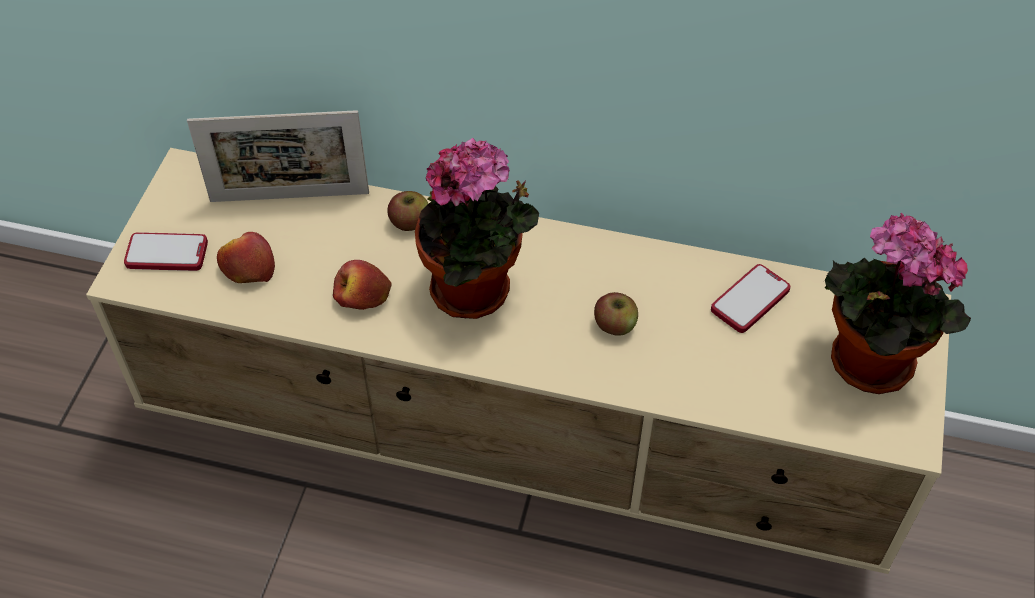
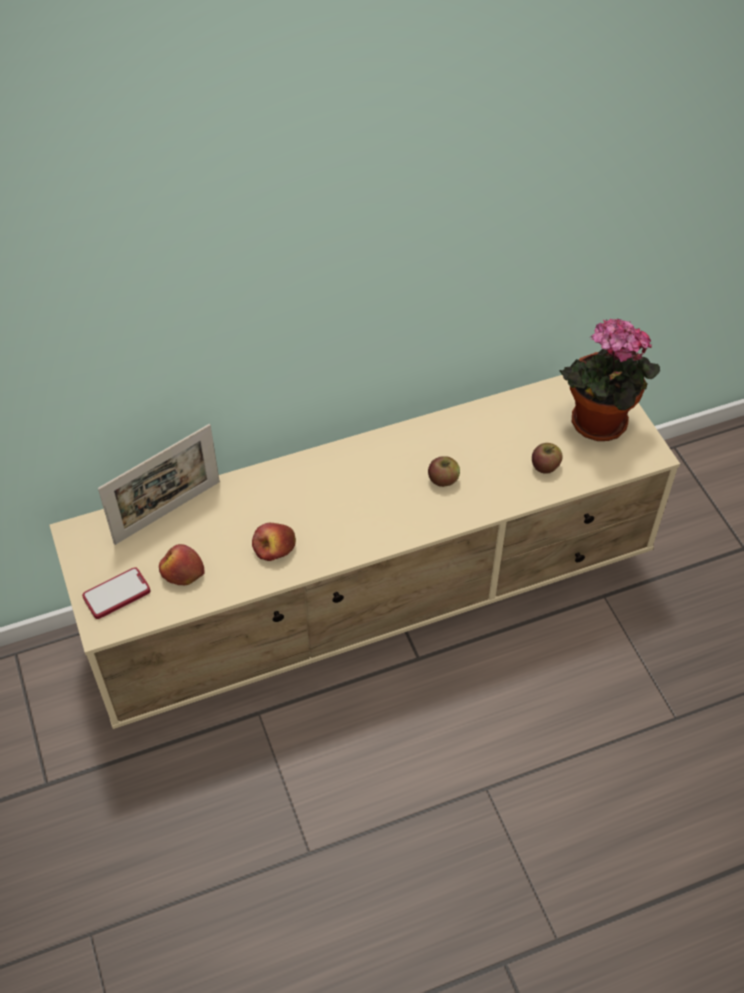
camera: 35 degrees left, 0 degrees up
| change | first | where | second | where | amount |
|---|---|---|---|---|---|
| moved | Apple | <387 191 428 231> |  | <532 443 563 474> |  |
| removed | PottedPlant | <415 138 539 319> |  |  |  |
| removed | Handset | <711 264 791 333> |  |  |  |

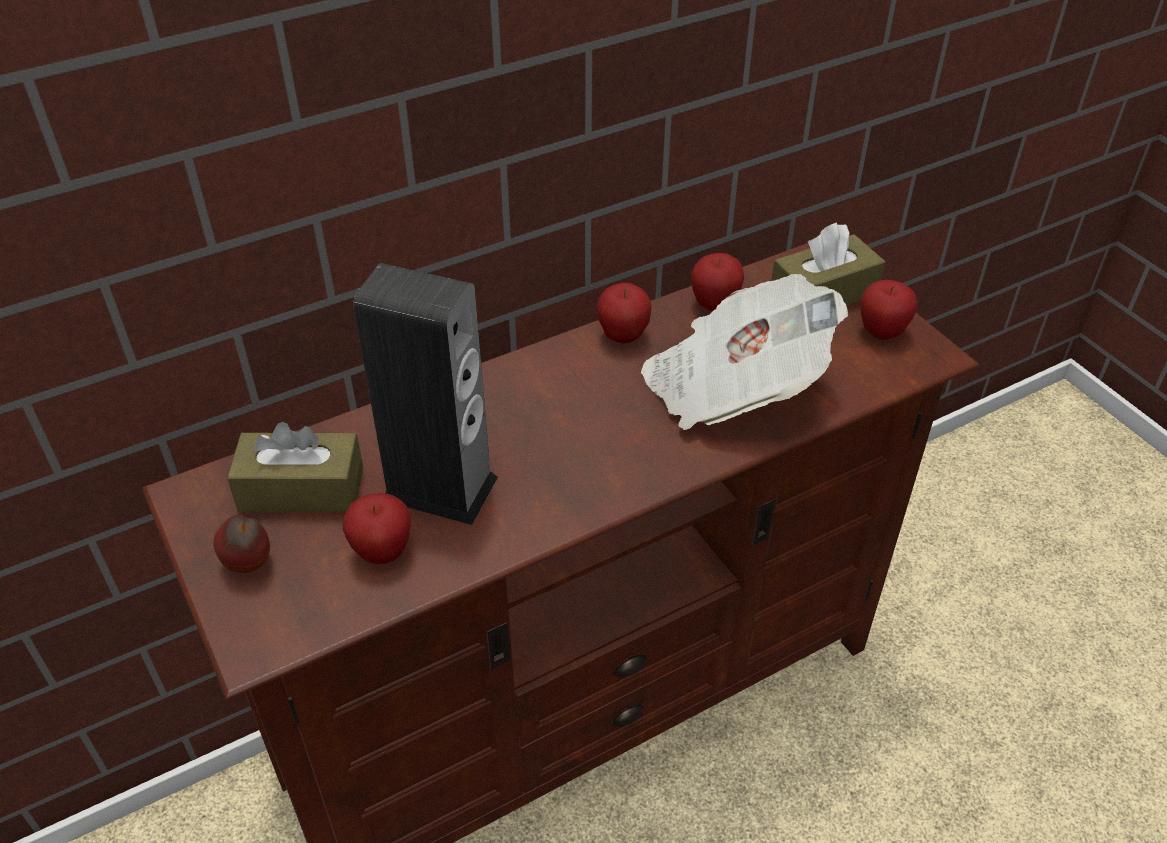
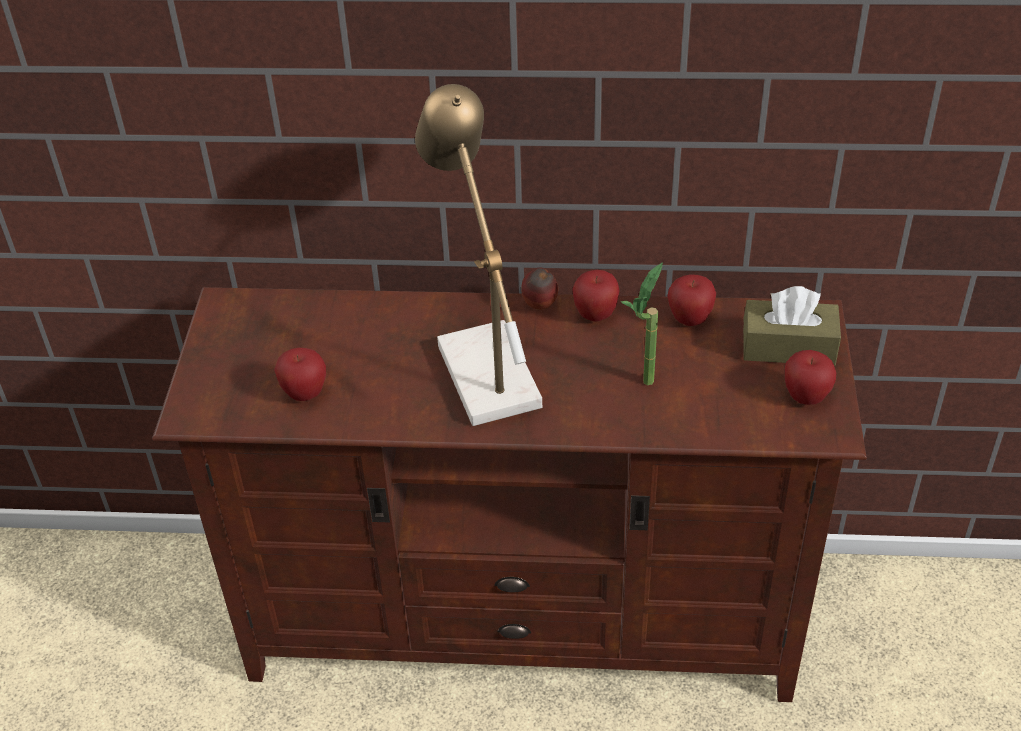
camera: 35 degrees right, 0 degrees up
| change | first | where | second | where | amount |
|---|---|---|---|---|---|
| moved | Apple | <213 515 270 573> |  | <521 267 558 309> |  |
| removed | BrownishTissueHolder | <227 422 363 512> |  |  |  |
| removed | Speaker | <353 263 498 525> |  |  |  |
| replaced | Newspaper | <641 274 848 430> | PottedPlant | <620 262 663 385> |  |
| added |  |  | LampForATable | <415 84 542 426> |  |

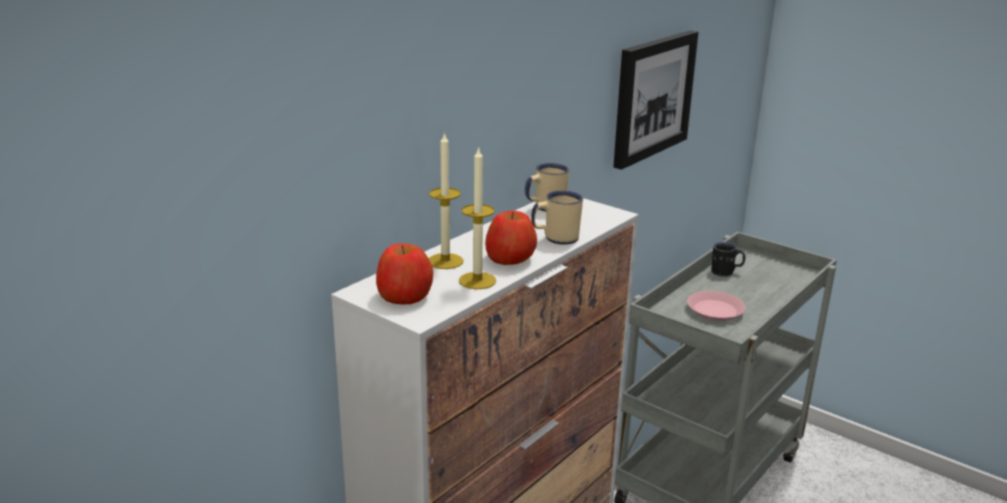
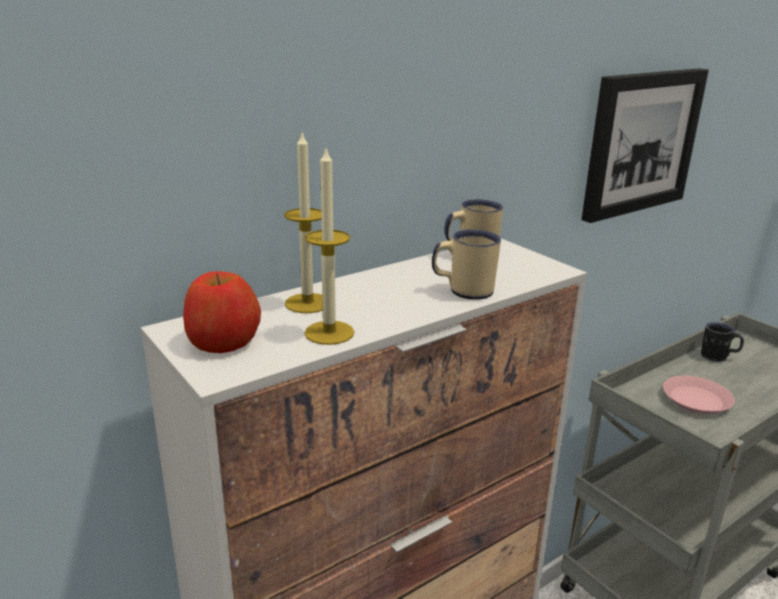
camera: 15 degrees right, 0 degrees up
| change | first | where | second | where | amount |
|---|---|---|---|---|---|
| removed | Apple | <485 211 537 265> |  |  |  |

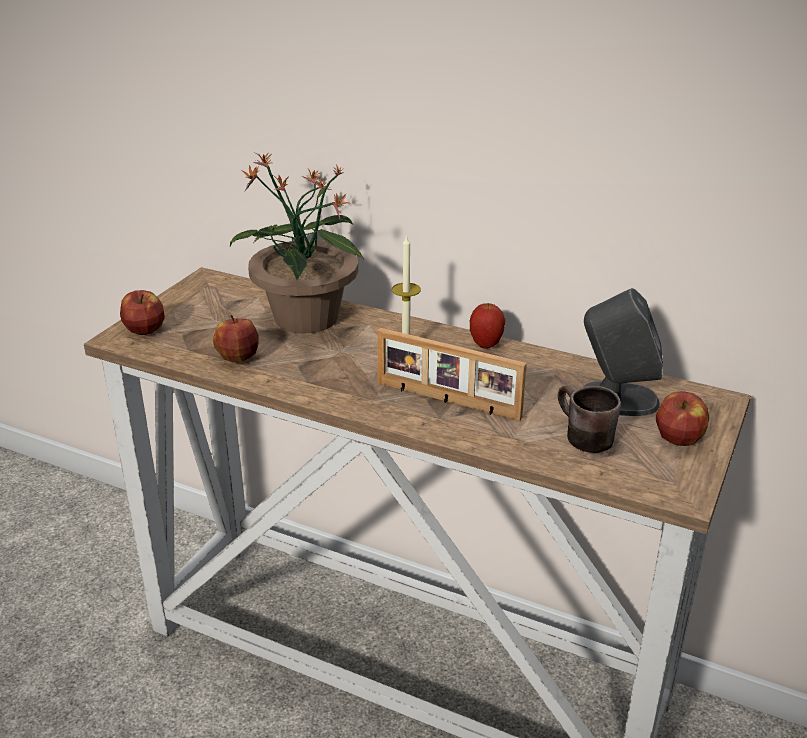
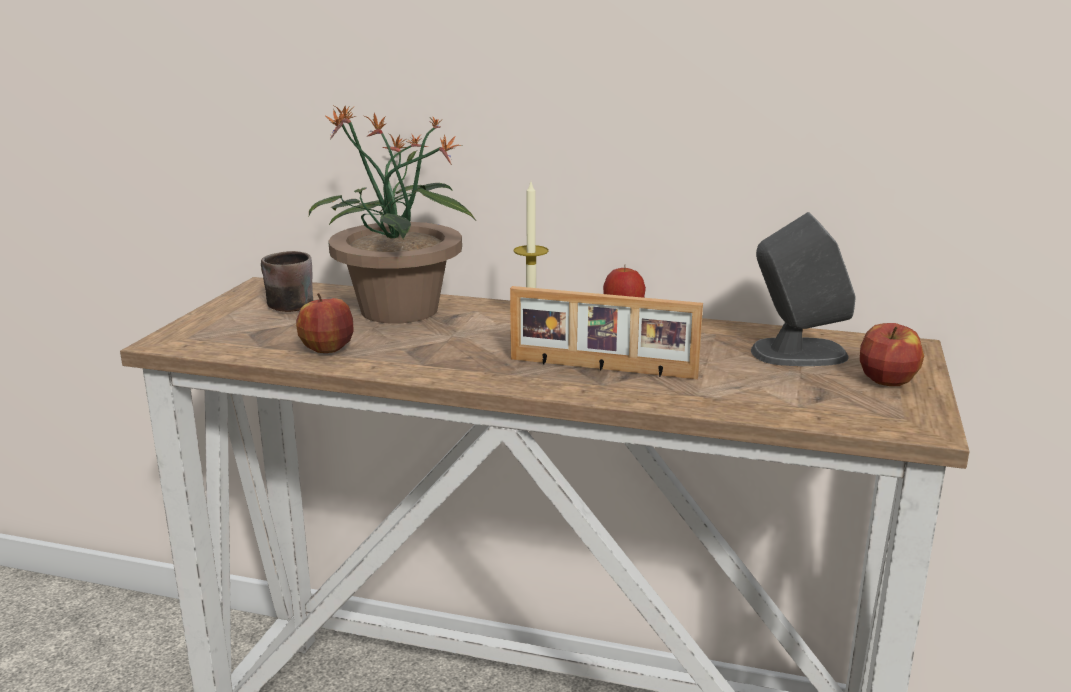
camera: 10 degrees left, 10 degrees down
| change | first | where | second | where | amount |
|---|---|---|---|---|---|
| removed | Apple | <120 290 165 335> |  |  |  |
| moved | BrownishTeaMug | <558 385 621 453> |  | <261 251 313 312> |  |

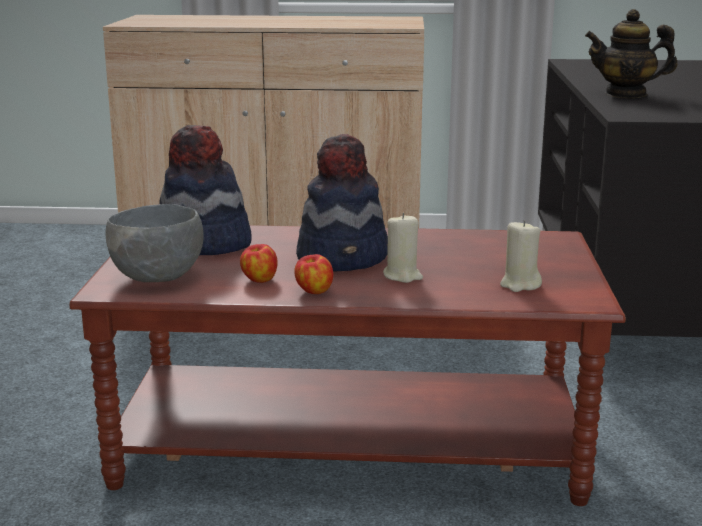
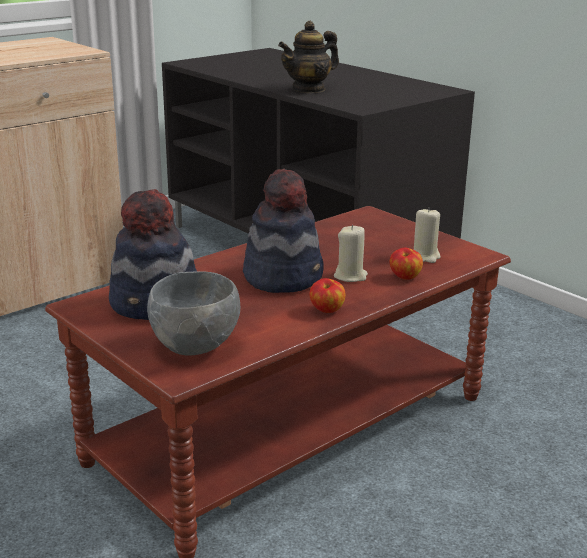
camera: 45 degrees left, 5 degrees up
| change | first | where | second | where | amount |
|---|---|---|---|---|---|
| moved | Apple | <240 244 278 283> |  | <390 248 423 280> |  |

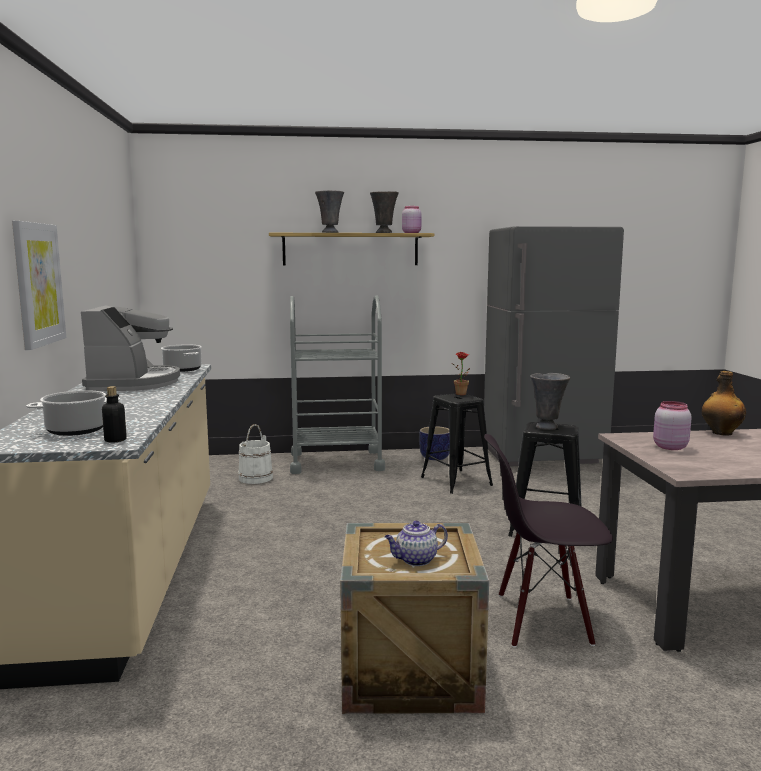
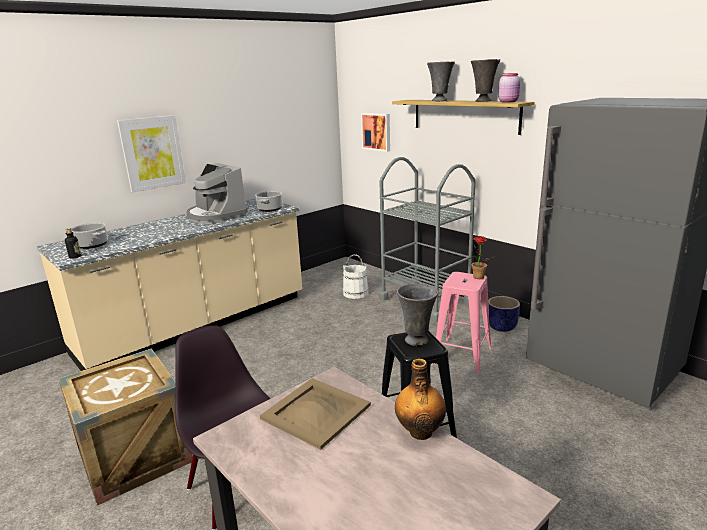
camera: 55 degrees right, 10 degrees up
| change | first | where | second | where | amount |
|---|---|---|---|---|---|
| turned | CoffeeMaker | <81 305 180 391> |  | <187 163 247 224> | 90 degrees clockwise |
| removed | PotForTea | <385 521 448 566> |  |  |  |
| recoloured | BlackStoolSeat | <421 393 493 494> | PinkStoolSeat | <432 272 492 375> |  |
| replaced | PinkPreserveJar | <653 401 692 450> | BeigeTray | <260 378 371 450> |  |
| added |  |  | WallPicture | <361 113 390 152> |  |

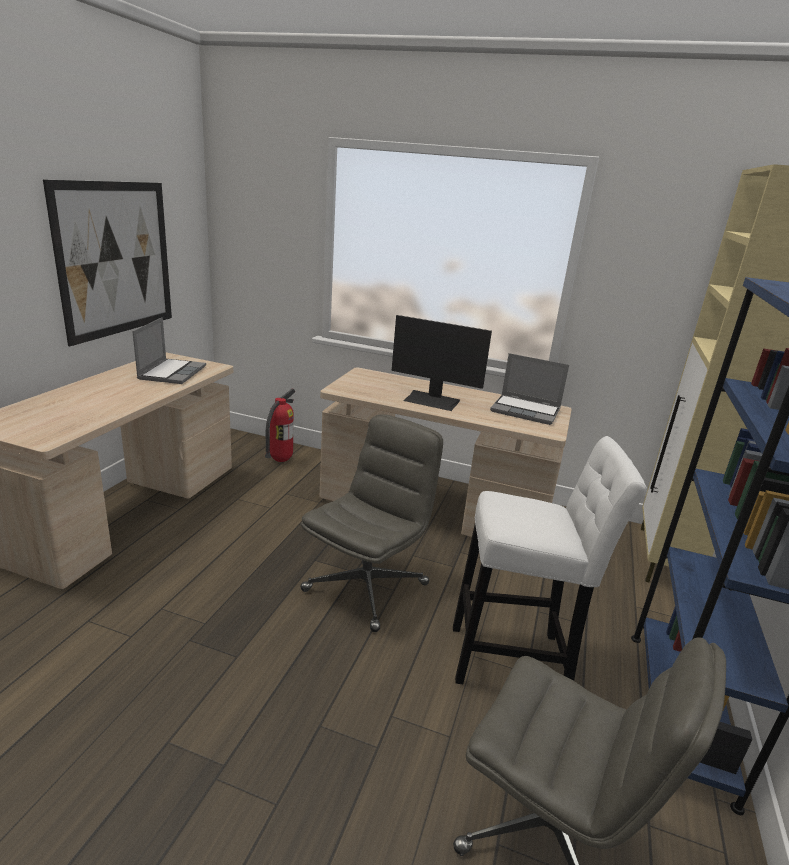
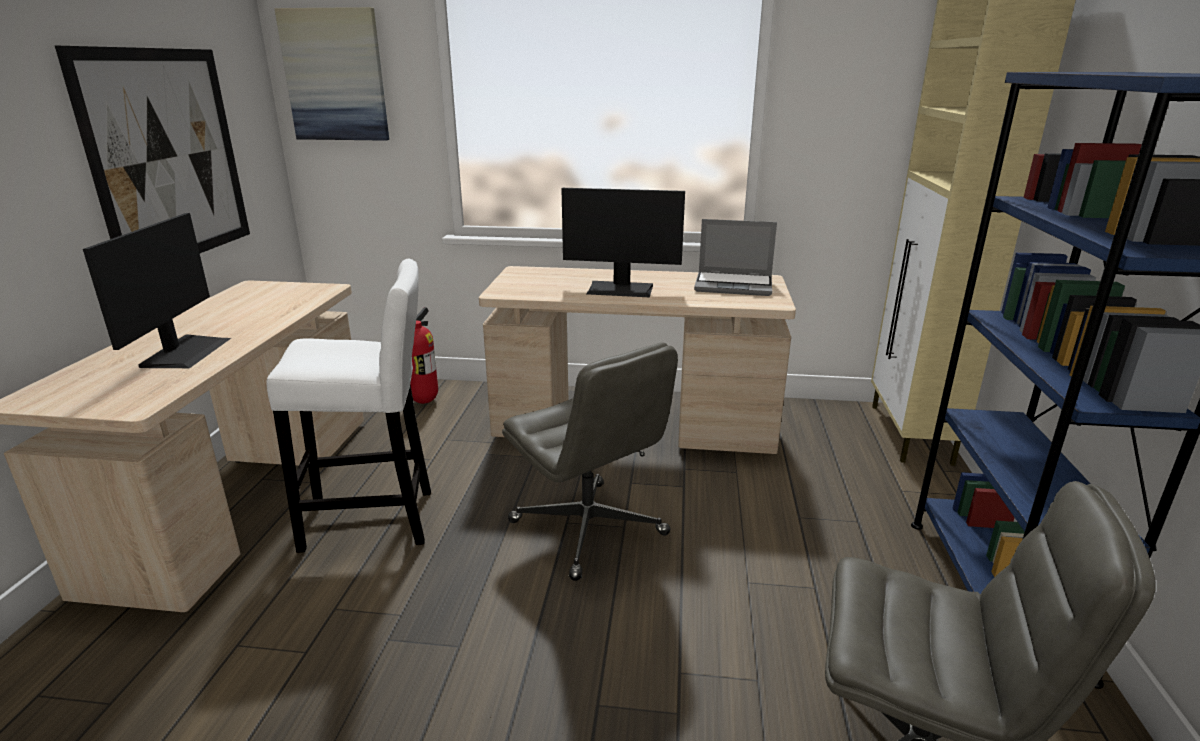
camera: 10 degrees left, 0 degrees up
| change | first | where | second | where | amount |
|---|---|---|---|---|---|
| removed | NotebookComputer | <132 317 206 384> |  |  |  |
| turned | GreyComputerChair | <300 414 443 632> |  | <502 343 678 581> | 120 degrees clockwise |
| moved | WhiteColouredStoolSeat | <453 436 647 684> |  | <266 258 431 553> |  |
| added |  |  | ComputerDisplay | <83 213 231 368> |  |
| added |  |  | WallPicture | <274 7 389 141> |  |

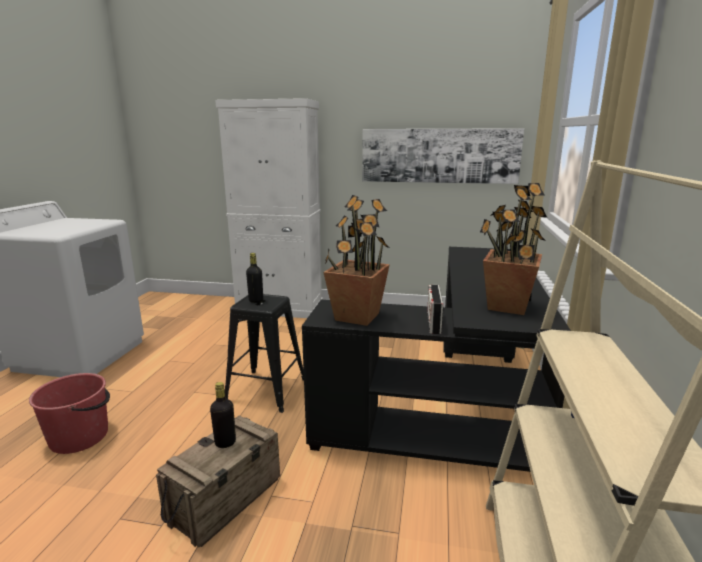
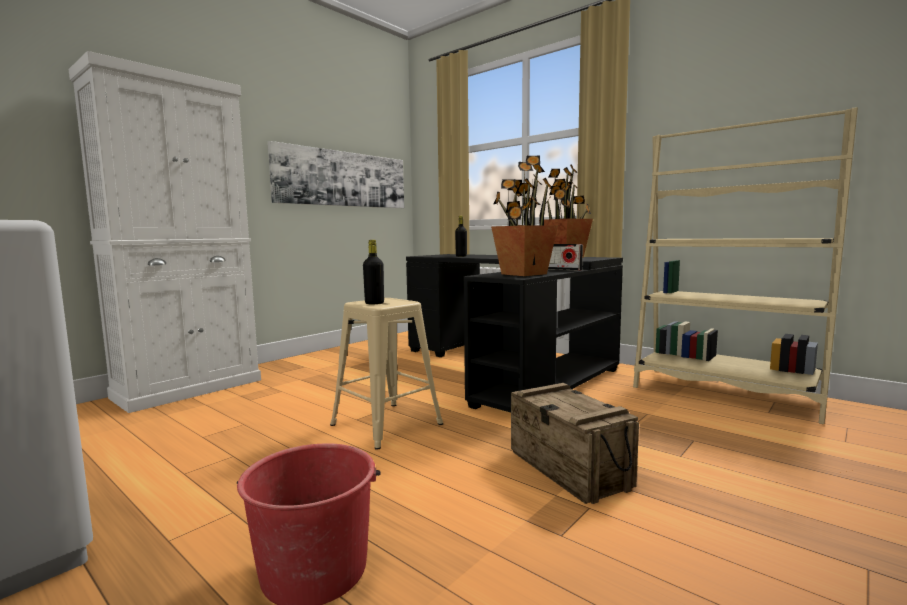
camera: 60 degrees left, 10 degrees down
| change | first | where | second | where | amount |
|---|---|---|---|---|---|
| moved | BlackBottle | <210 382 236 448> |  | <455 216 467 257> |  |
| recoloured | BlackStoolSeat | <225 294 304 413> | BeigeStoolSeat | <330 298 443 450> |  |

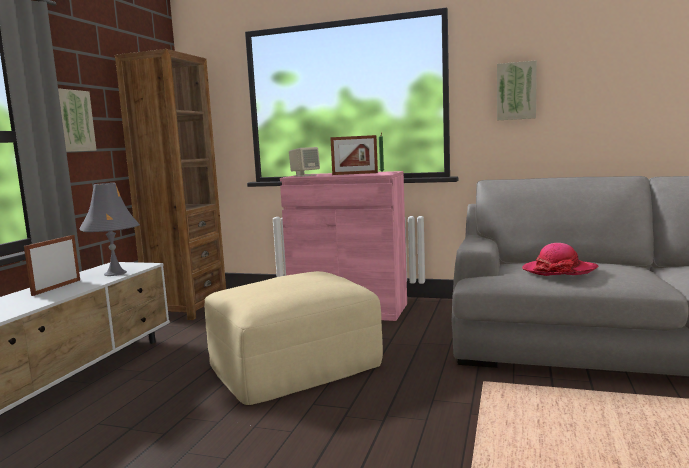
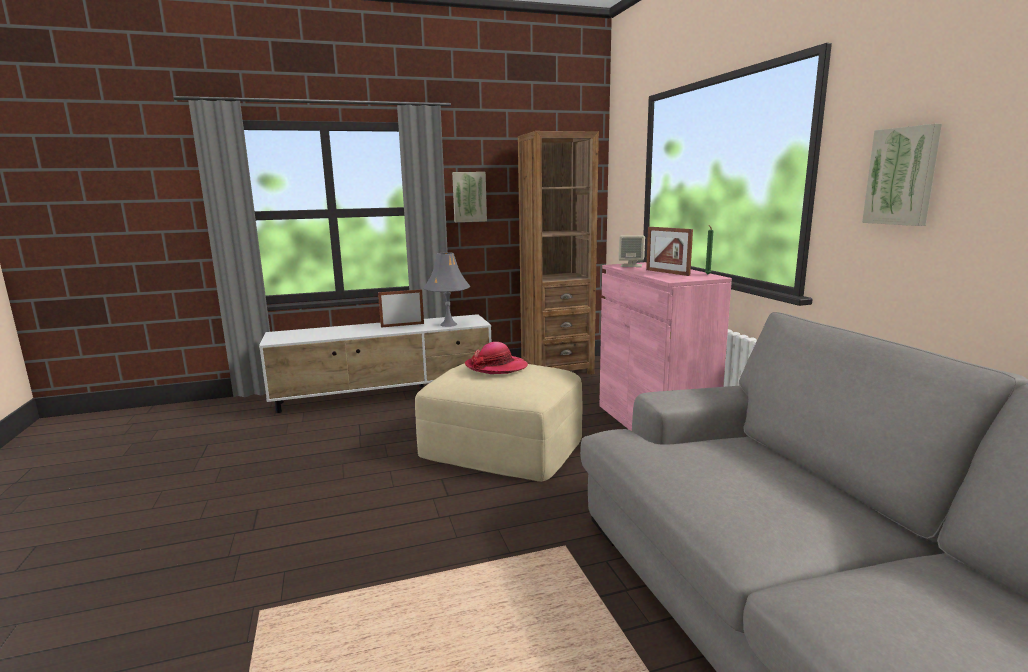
camera: 55 degrees right, 5 degrees up
| change | first | where | second | where | amount |
|---|---|---|---|---|---|
| moved | ClothingHat | <522 243 598 276> |  | <465 342 528 374> |  |

